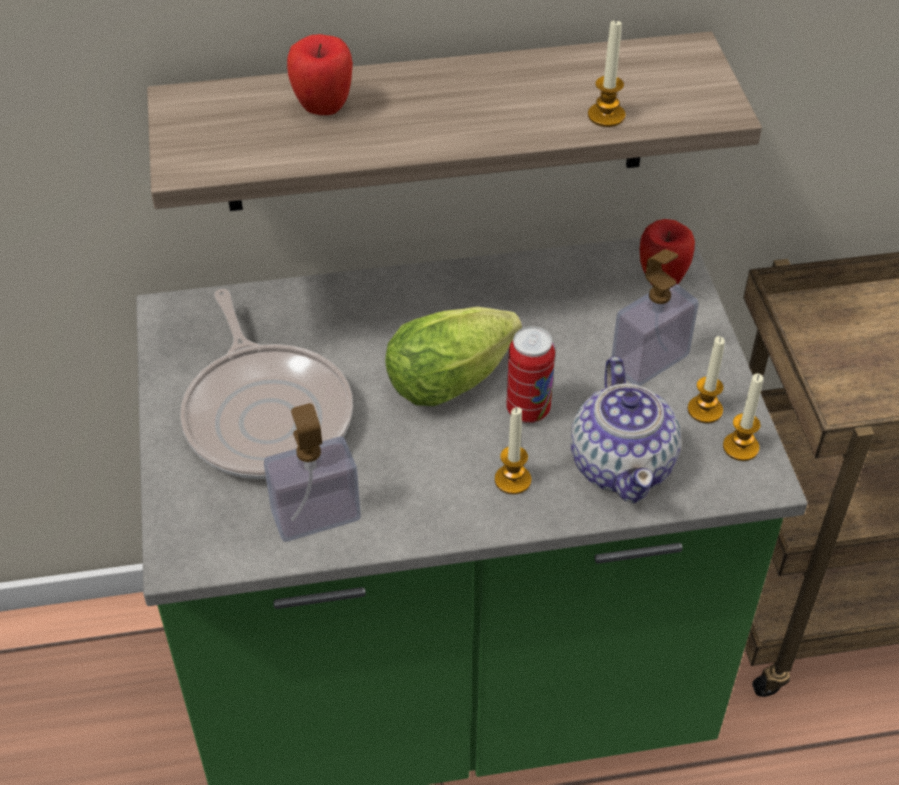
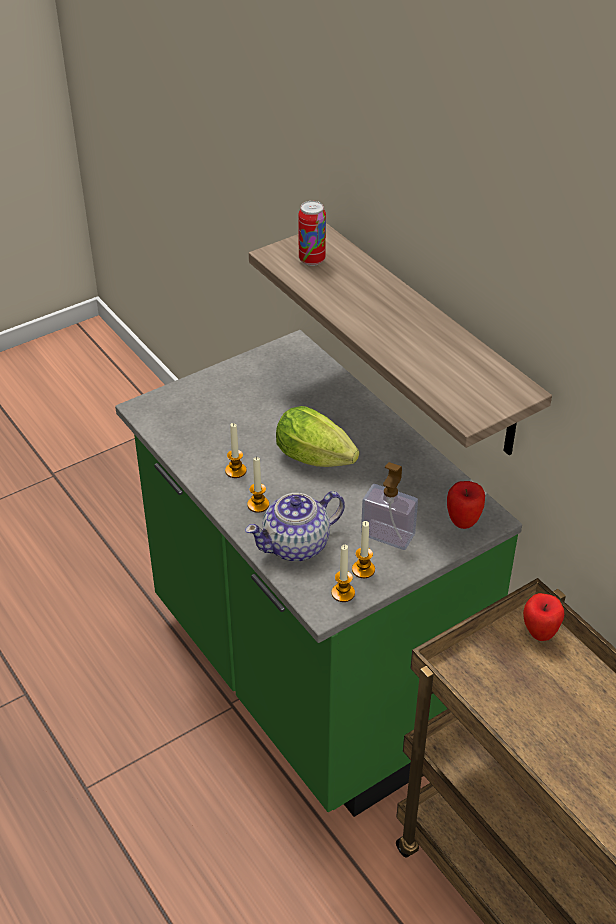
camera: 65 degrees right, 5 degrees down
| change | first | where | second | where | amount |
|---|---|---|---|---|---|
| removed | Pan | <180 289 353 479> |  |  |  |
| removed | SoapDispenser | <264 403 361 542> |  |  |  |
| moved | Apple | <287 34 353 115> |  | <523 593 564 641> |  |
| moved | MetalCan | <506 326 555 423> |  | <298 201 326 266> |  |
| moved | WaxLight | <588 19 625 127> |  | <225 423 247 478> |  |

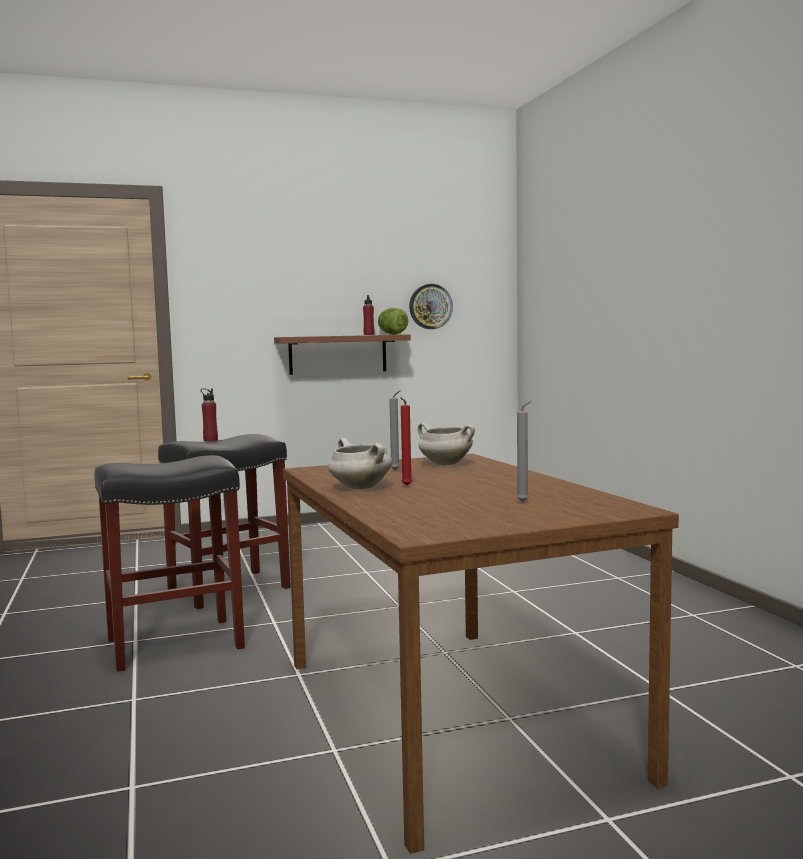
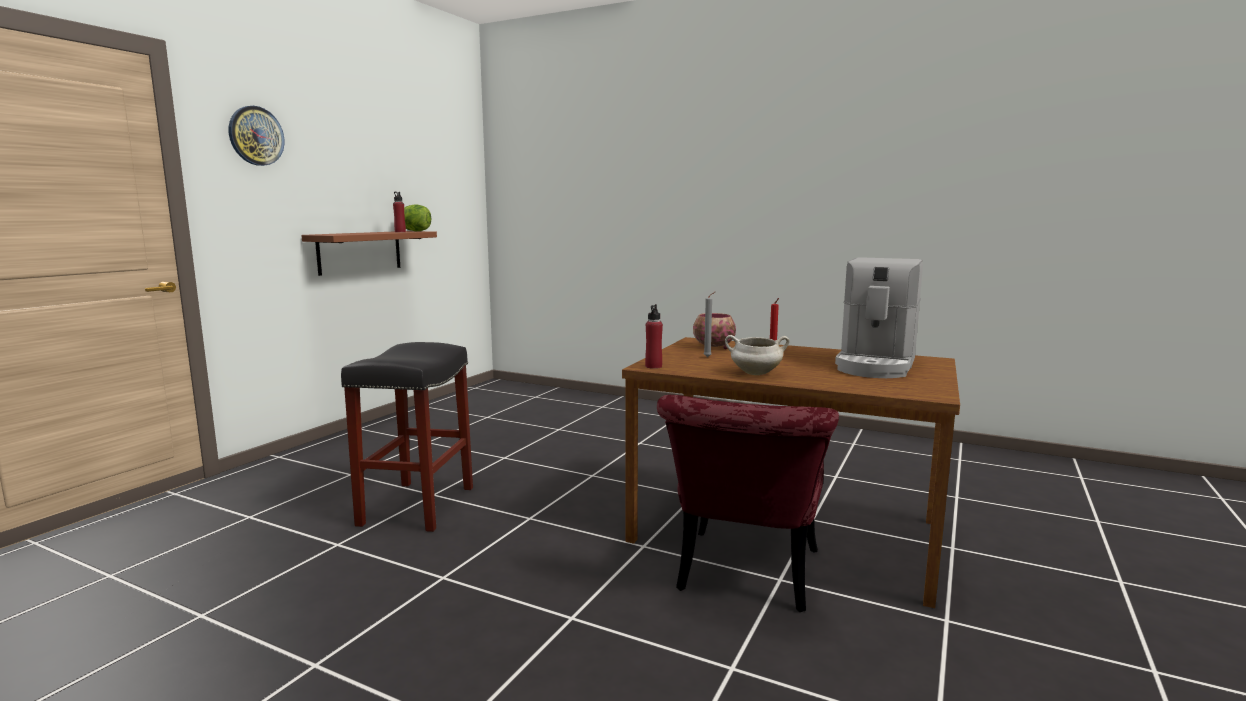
camera: 45 degrees left, 5 degrees up
| change | first | where | second | where | amount |
|---|---|---|---|---|---|
| removed | BlackStoolSeat | <94 455 245 672> |  |  |  |
| moved | RedBottle | <201 388 218 442> |  | <645 304 663 369> |  |
| moved | WallClock | <409 284 453 329> |  | <229 106 284 166> |  |
| replaced | WhiteColouredSaucepot | <418 423 475 465> | DeepDish | <693 313 736 349> |  |
| replaced | GreyWaxLight | <516 401 531 502> | CoffeeMaker | <835 257 923 378> |  |
| added |  |  | RedPlainChair | <657 395 839 612> |  |

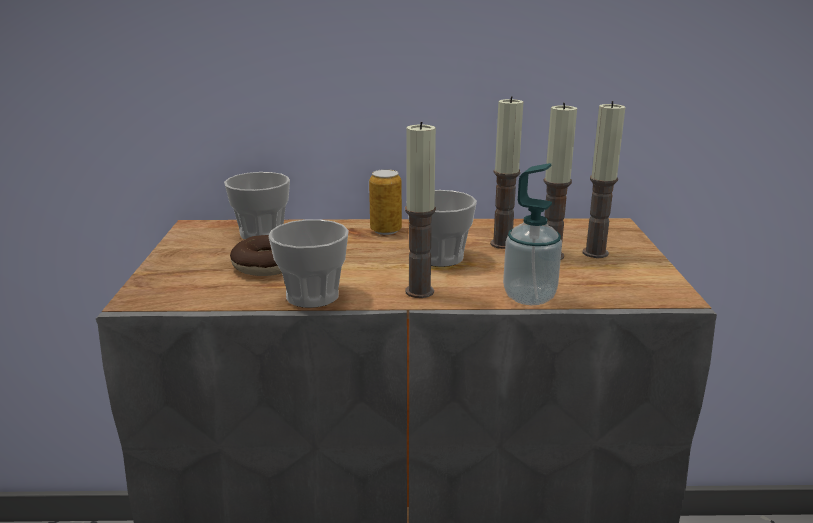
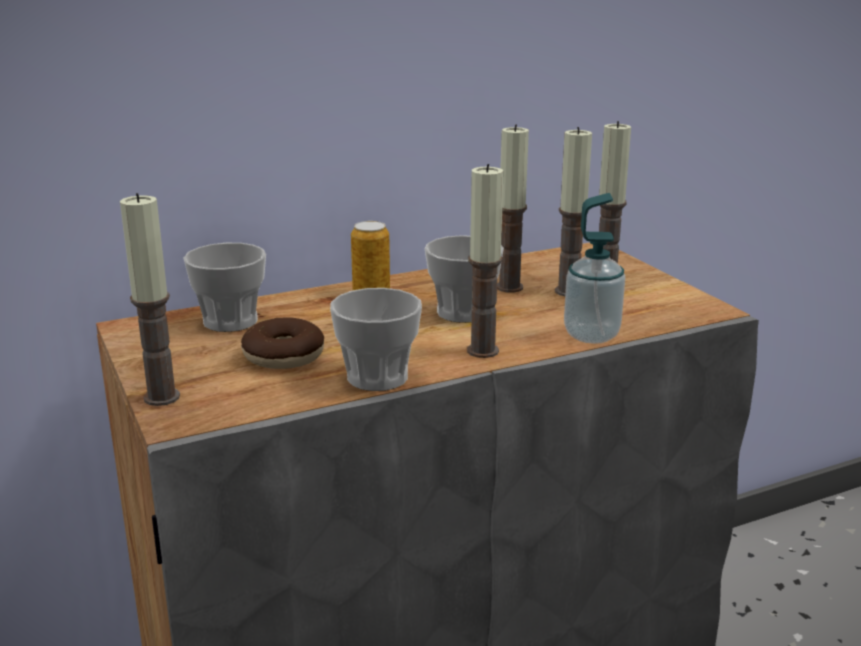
camera: 25 degrees left, 0 degrees up
| change | first | where | second | where | amount |
|---|---|---|---|---|---|
| added |  |  | WaxLight | <120 193 180 406> |  |

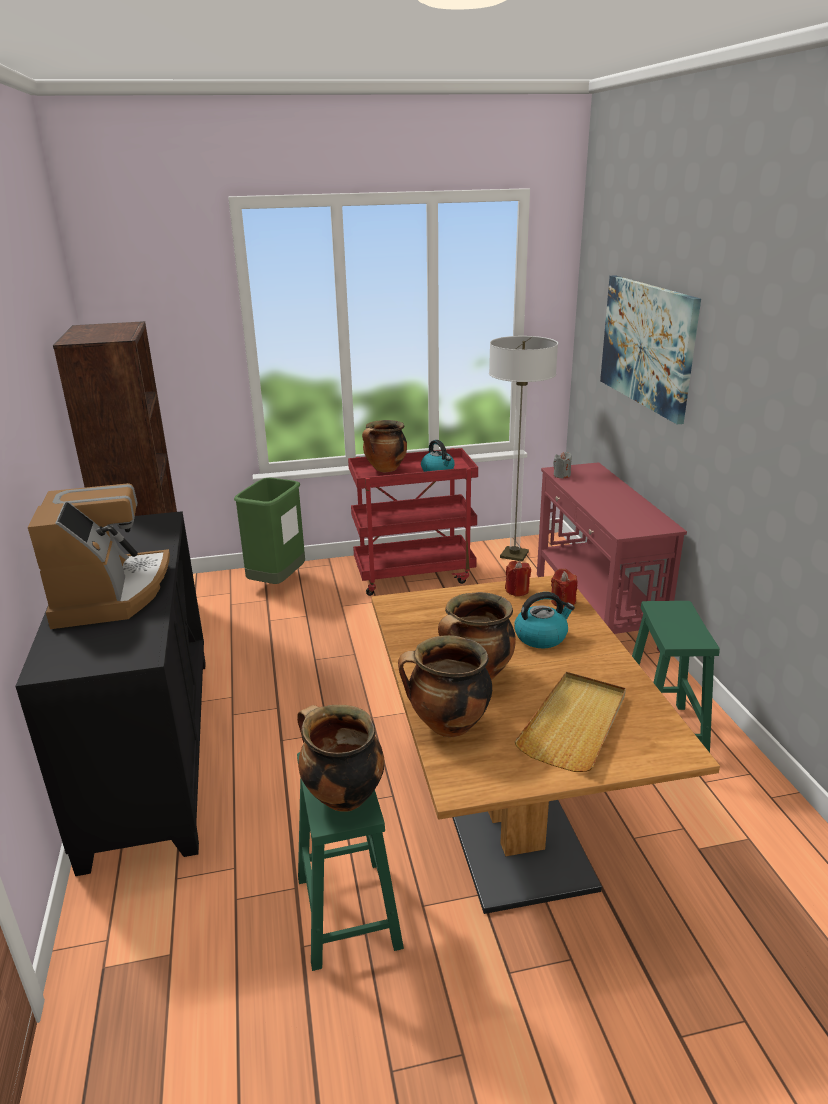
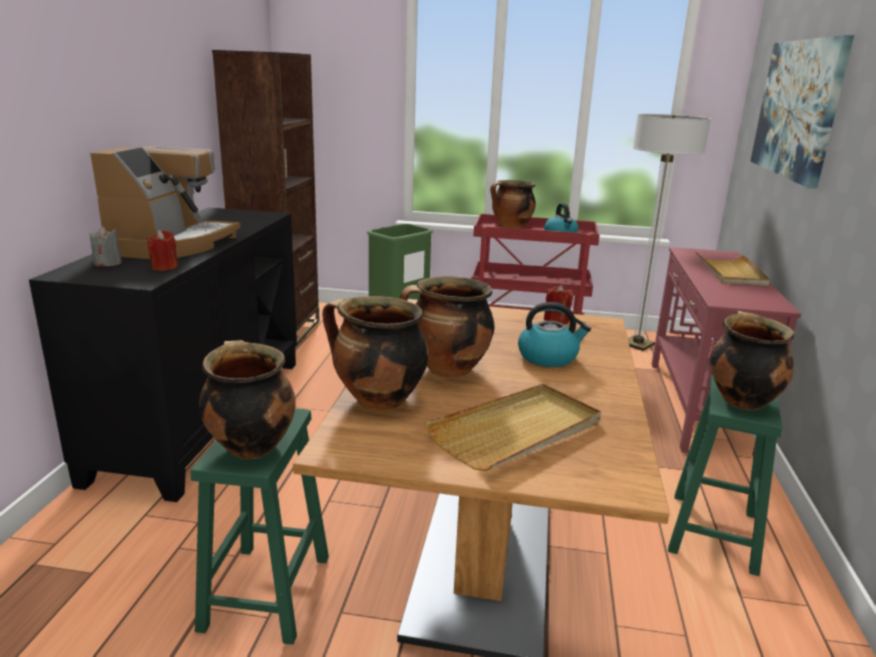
camera: 20 degrees right, 5 degrees down
| change | first | where | second | where | amount |
|---|---|---|---|---|---|
| moved | RedWaxLight | <551 569 577 608> |  | <147 230 178 271> |  |
| moved | GreyWaxLight | <553 452 571 479> |  | <90 226 122 267> |  |
| added |  |  | BeigeTray | <696 252 770 286> |  |
| added |  |  | Saucepot | <710 311 794 410> |  |

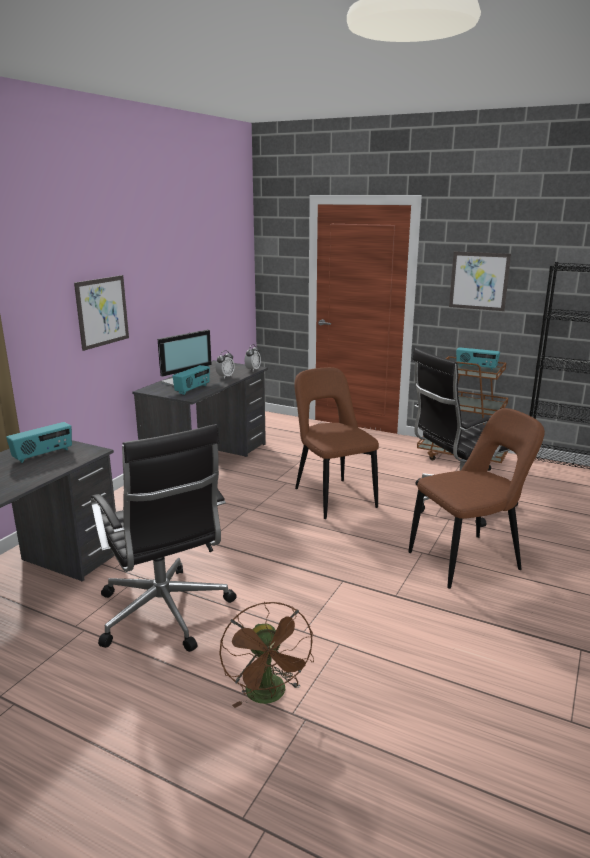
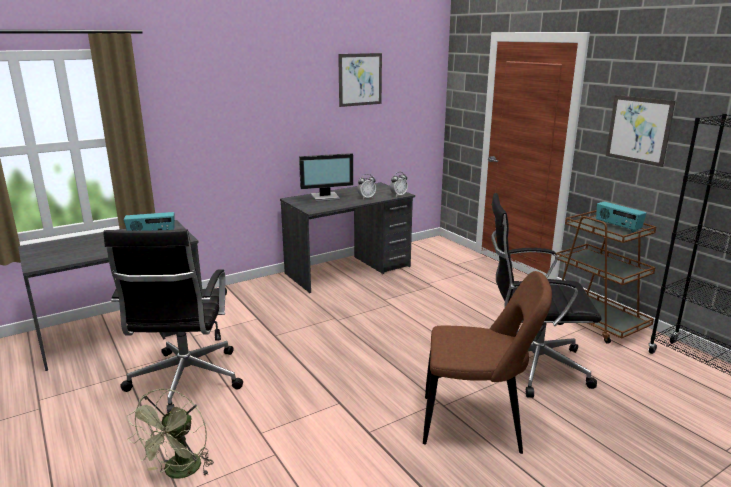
camera: 30 degrees right, 0 degrees up
| change | first | where | second | where | amount |
|---|---|---|---|---|---|
| moved | WallPicture | <74 275 129 351> |  | <338 53 382 107> |  |
| removed | Radio | <173 365 210 395> |  |  |  |
| recoloured | BrownishElectricFan | <219 602 314 708> | GreenishElectricFan | <127 389 214 479> |  |
| removed | BrownishPlainChair | <294 367 379 519> |  |  |  |

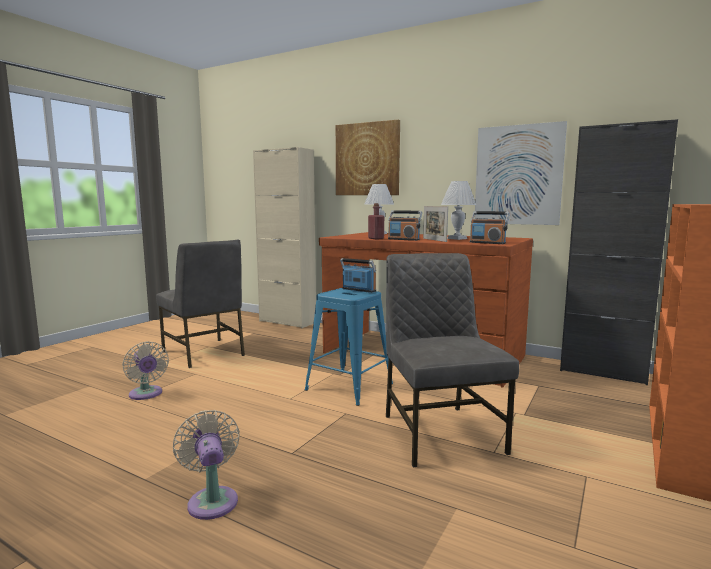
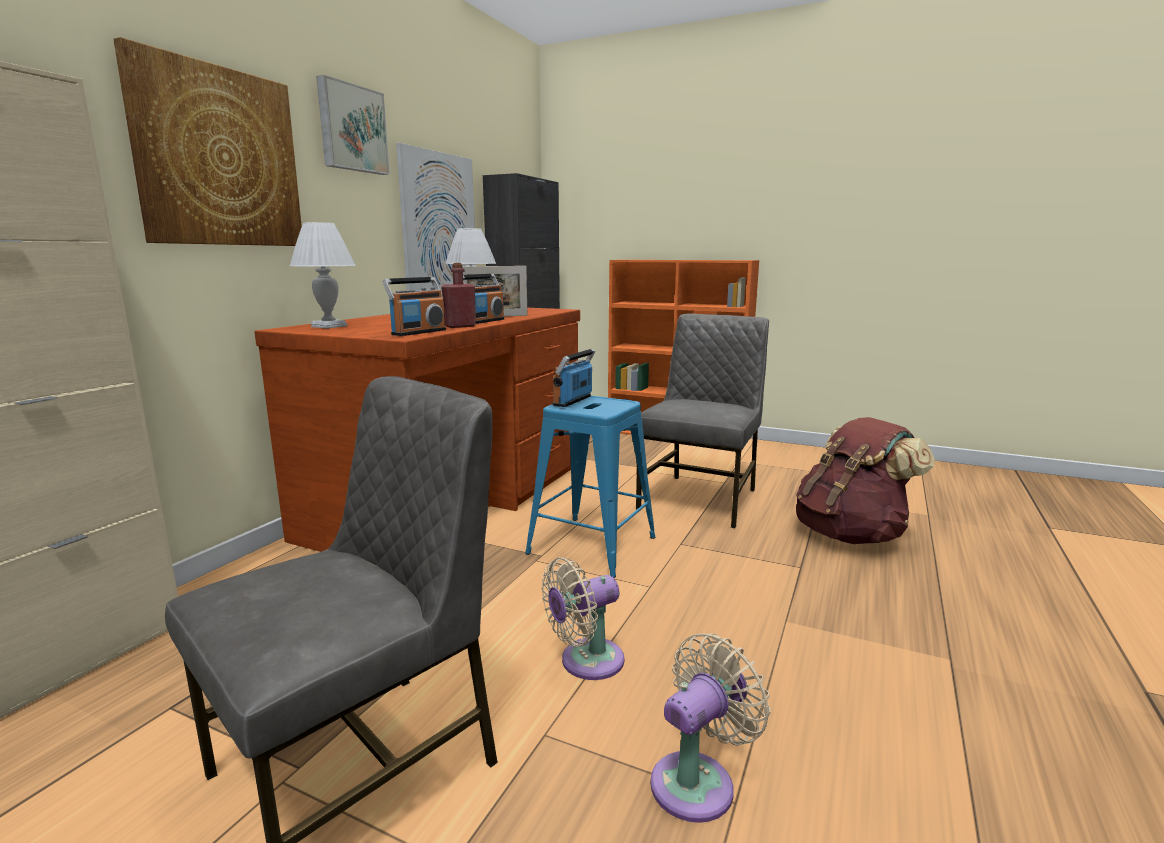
camera: 95 degrees left, 5 degrees up
| change | first | where | second | where | amount |
|---|---|---|---|---|---|
| moved | BeigeElectricFan | <173 410 240 520> |  | <541 557 624 680> |  |
| turned | GreyPlainChair | <386 253 519 467> |  | <636 313 769 528> | 135 degrees clockwise |
| moved | Radio | <470 211 510 244> |  | <383 277 446 336> |  |
| added |  |  | WallPicture | <316 75 390 175> |  |
| added |  |  | BrownishKnapsack | <796 417 935 544> |  |

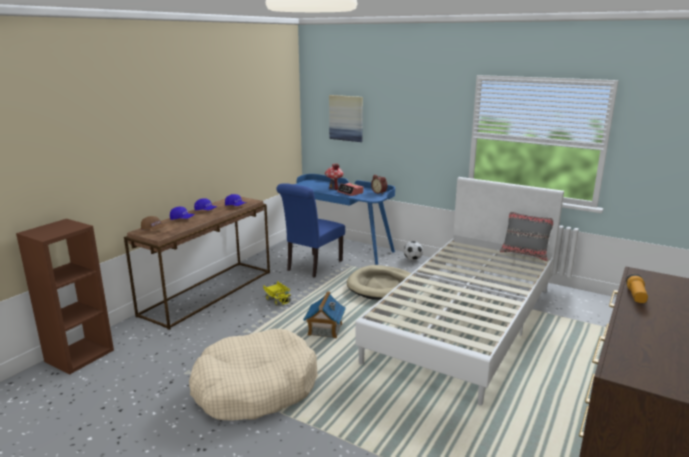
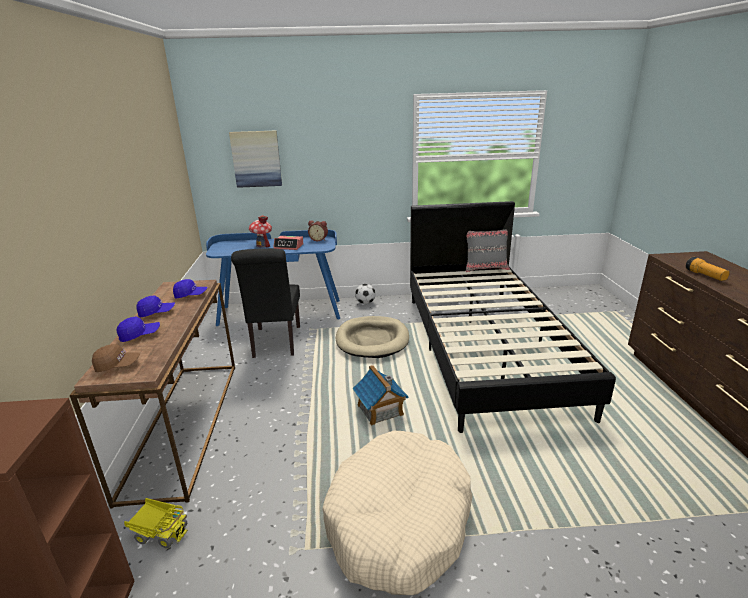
camera: 35 degrees left, 5 degrees up
| change | first | where | second | where | amount |
|---|---|---|---|---|---|
| moved | ToyLorry | <263 281 291 306> |  | <124 498 188 549> |  |
| recoloured | BluePlainChair | <276 183 345 278> | BlackPlainChair | <231 248 300 358> |  |
| recoloured | WhiteColouredSleepingBed | <355 177 564 405> | BlackSleepingBed | <410 201 616 433> |  |

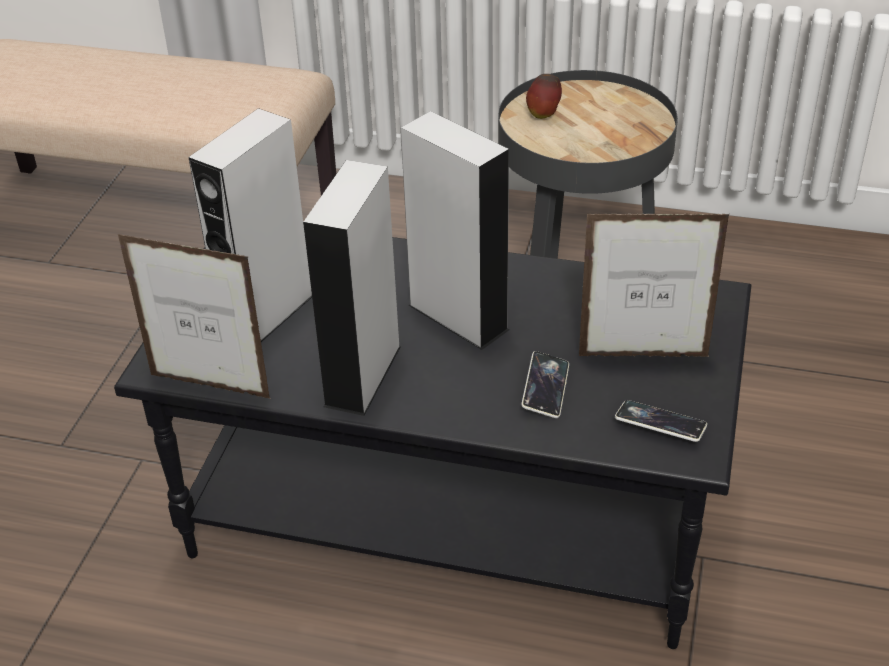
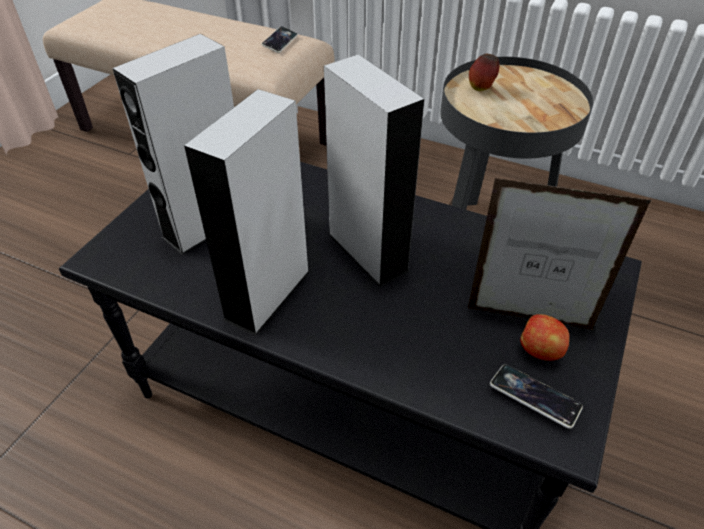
camera: 10 degrees right, 5 degrees up
| change | first | where | second | where | amount |
|---|---|---|---|---|---|
| removed | StandingFrame | <118 234 271 399> |  |  |  |
| moved | Handset | <521 351 569 418> |  | <261 26 298 53> |  |
| added |  |  | Apple | <520 314 569 361> |  |

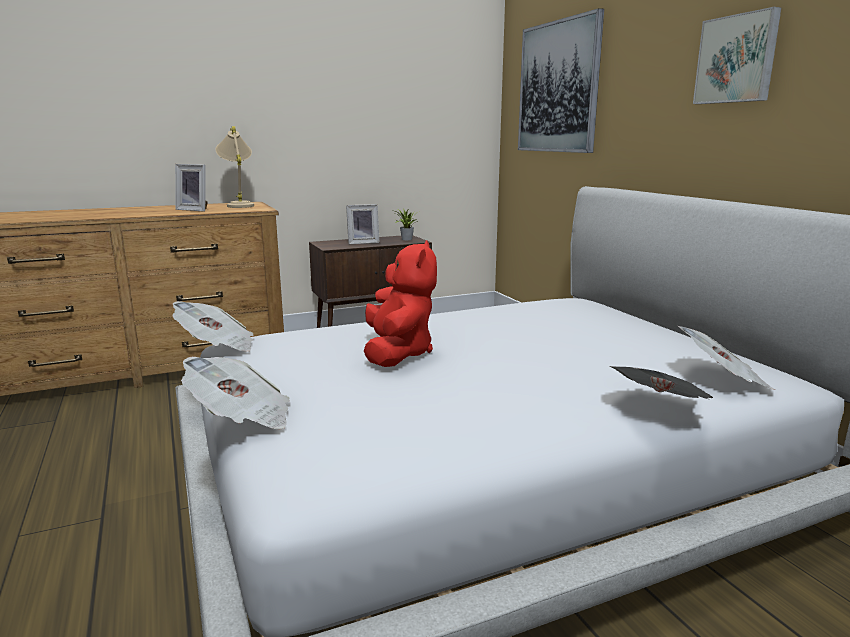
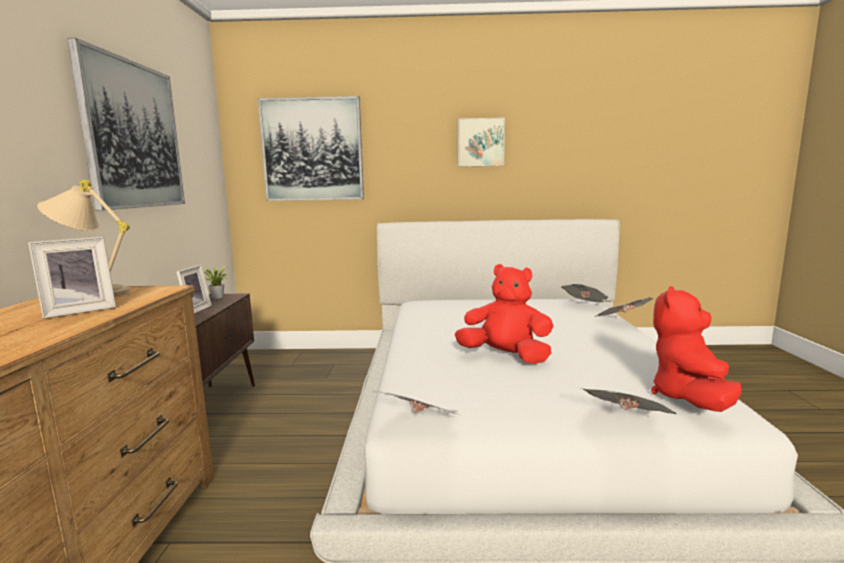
camera: 65 degrees left, 5 degrees down
| change | first | where | second | where | amount |
|---|---|---|---|---|---|
| added |  |  | WallPicture | <67 38 185 211> |  |
| added |  |  | RedCuddlyToy | <651 286 742 412> |  |

